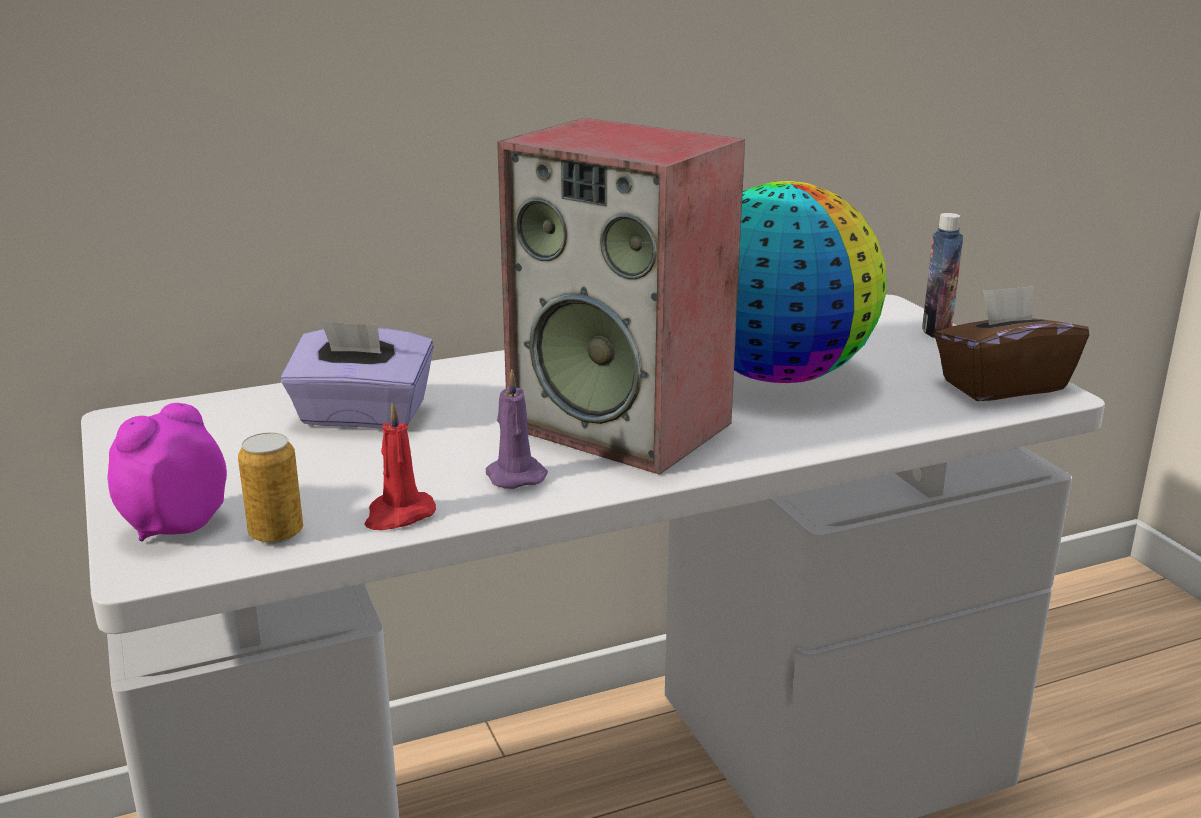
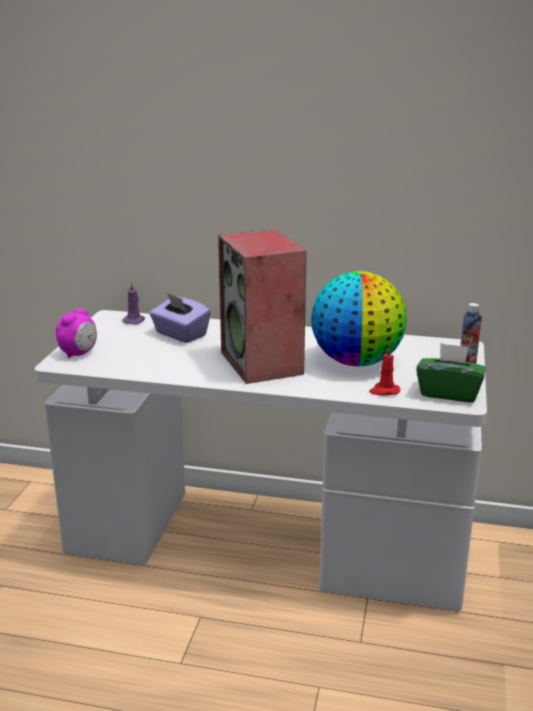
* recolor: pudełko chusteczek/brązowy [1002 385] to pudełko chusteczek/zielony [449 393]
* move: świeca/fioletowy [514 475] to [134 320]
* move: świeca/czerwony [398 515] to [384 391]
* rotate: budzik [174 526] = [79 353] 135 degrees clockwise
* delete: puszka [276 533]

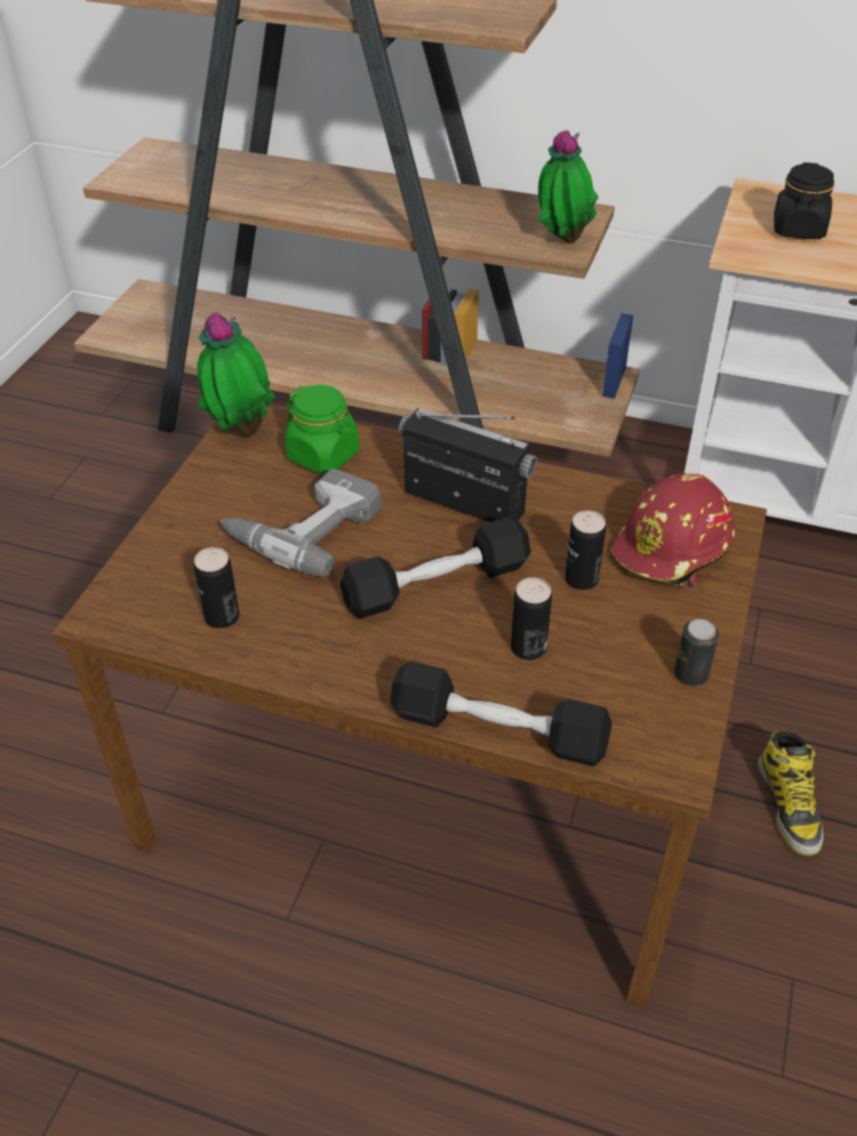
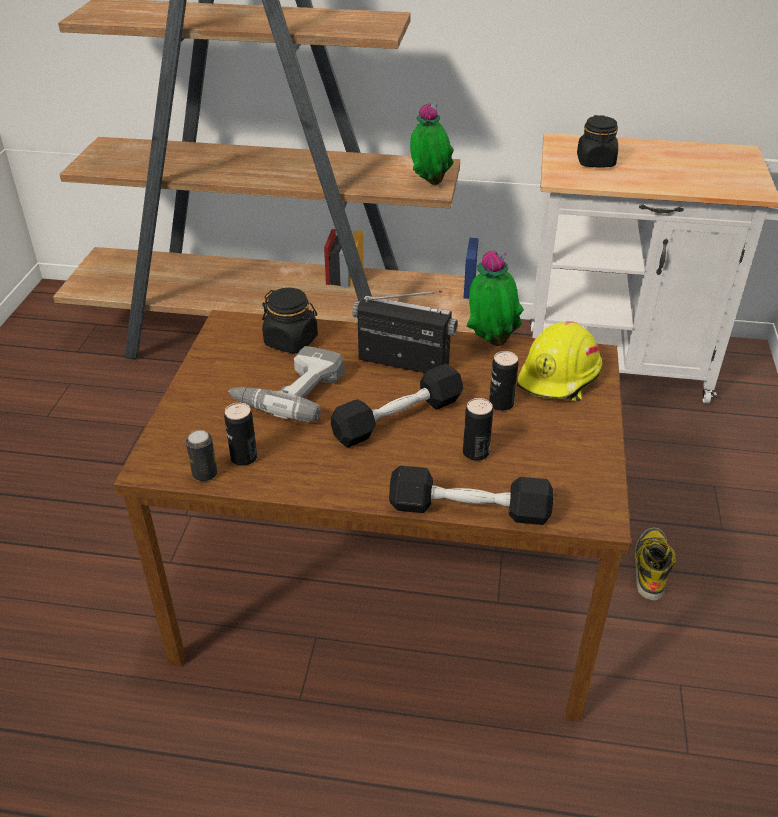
* move: roślina doniczkowa [241 430] to [490 342]
* recolor: słoik/zielony [323 455] to słoik/czarny [291 341]
* recolor: kask/czerwony [673 549] to kask/żółty [559 377]
* move: puszka [690 674] to [205 474]
* rotate: but z cholewką [789 804] = [650 566] 150 degrees counterclockwise

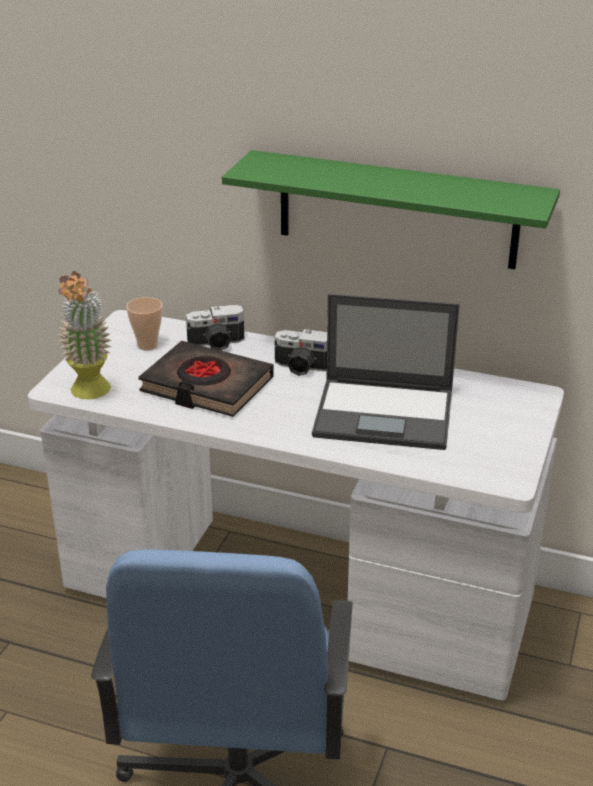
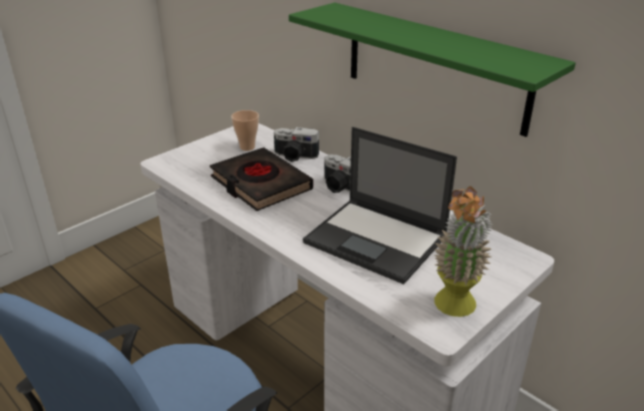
* move: roślina doniczkowa [90 395] to [453 310]

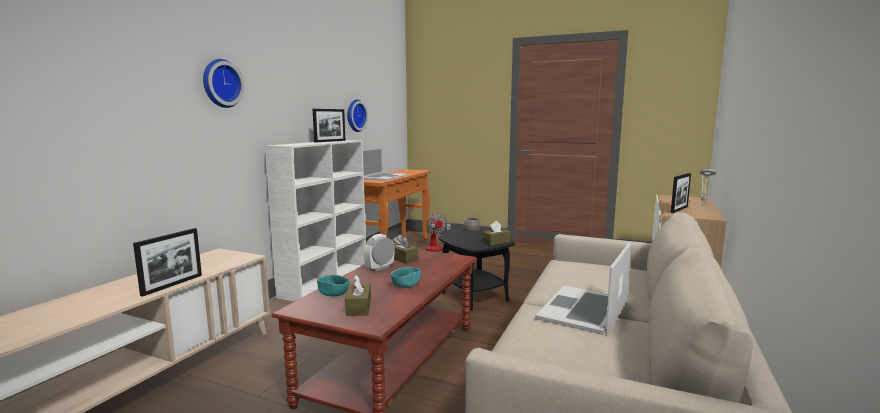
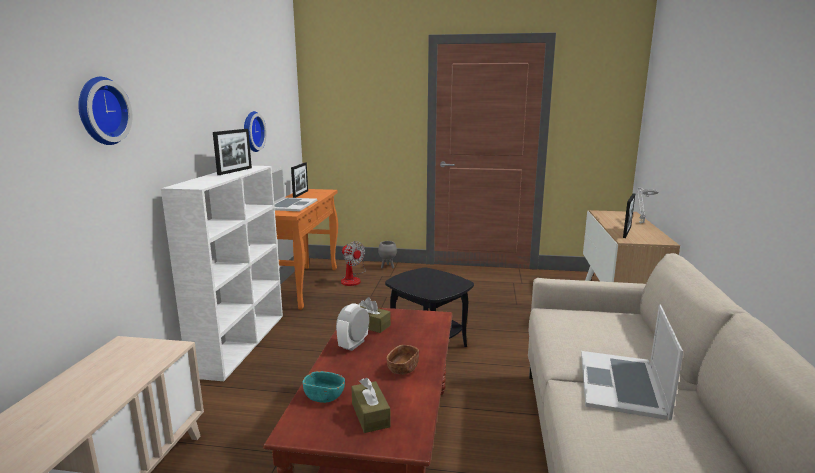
* delete: pudełko chusteczek/brązowy [496 242]
* move: ramka na zdjęcie [172 285] to [300 194]
* recolor: miska/turkusowy [406 285] to miska/brązowy [403 369]

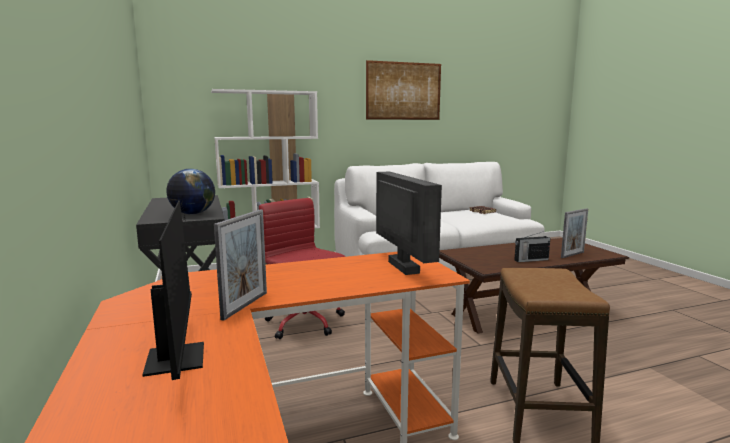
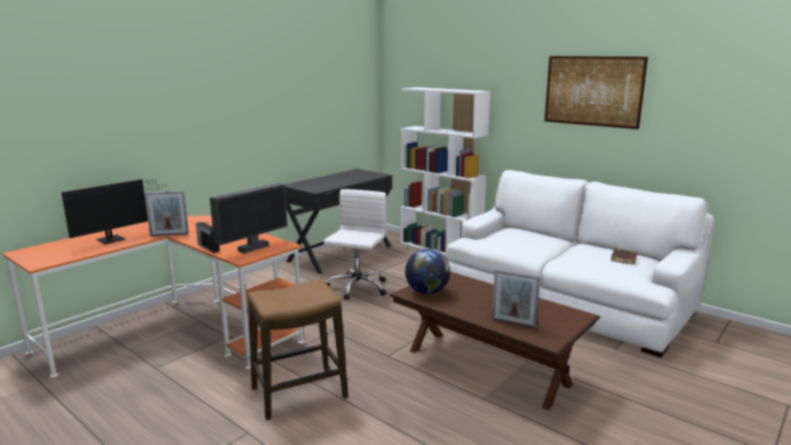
* move: globus [192 214] to [427 292]
* recolor: krzesło biurowe/czerwony [305 323] to krzesło biurowe/biały [356 288]
* move: radio [530 260] to [208 247]

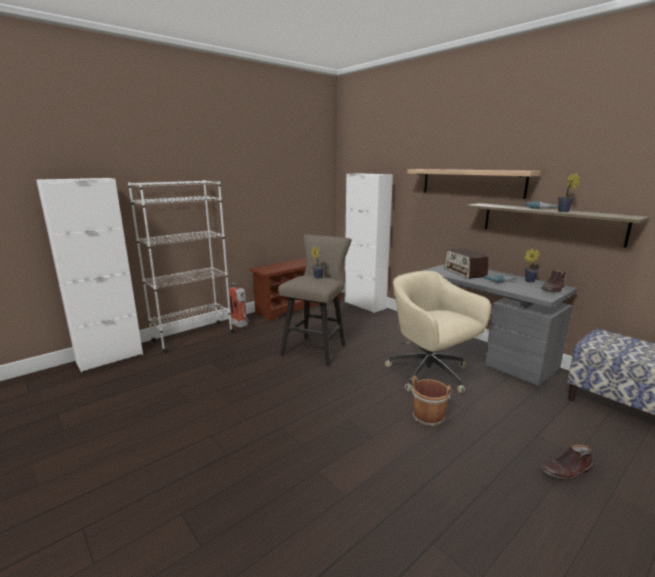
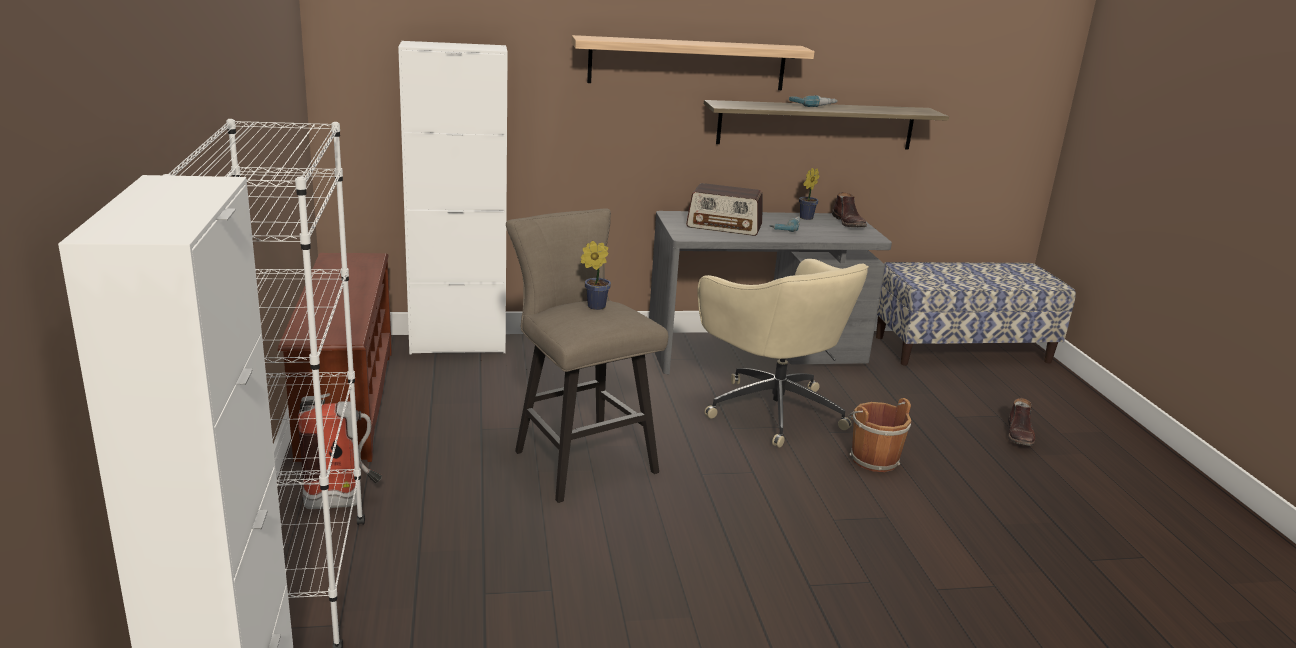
* delete: roślina doniczkowa [564 211]
* rotate: krzesło biurowe/beżowy [430 375] = [772 409] 120 degrees counterclockwise

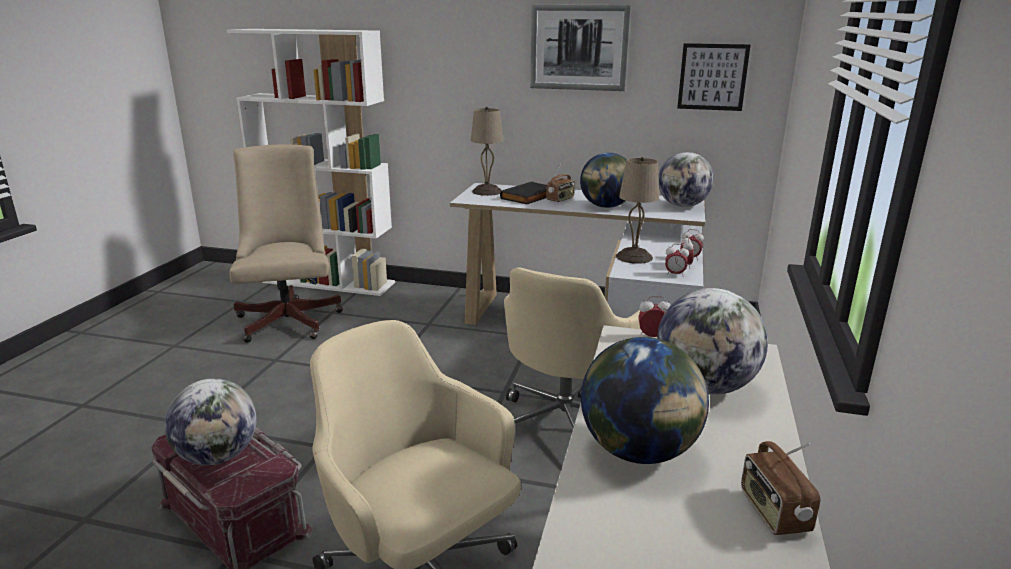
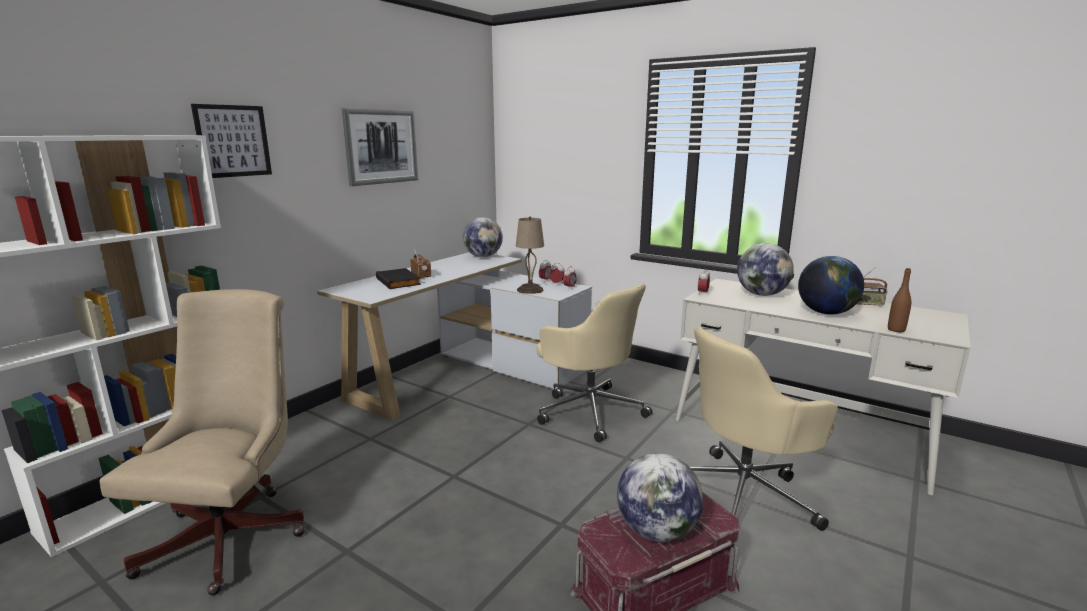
* move: obraz [712 77] to [233 141]
* delete: lampa stołowa/beżowy [486 191]
* rotate: krzesło biurowe/beżowy [290 318] = [233 532] 90 degrees clockwise
* delete: globus [606 206]
* insert: butelka/brązowy [896 330]

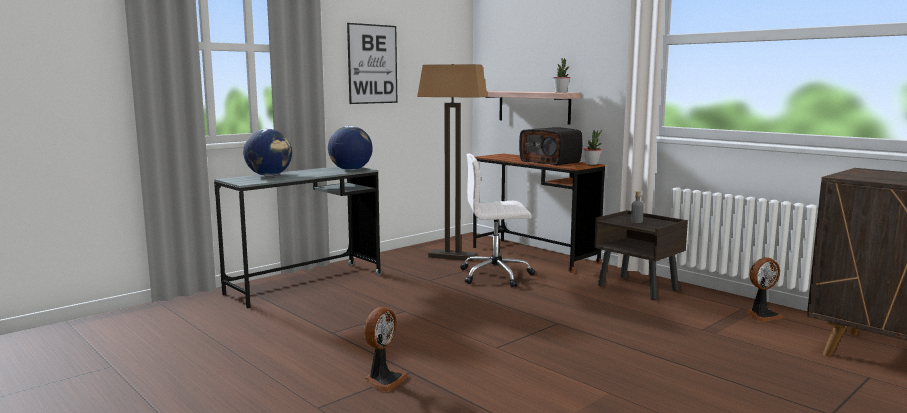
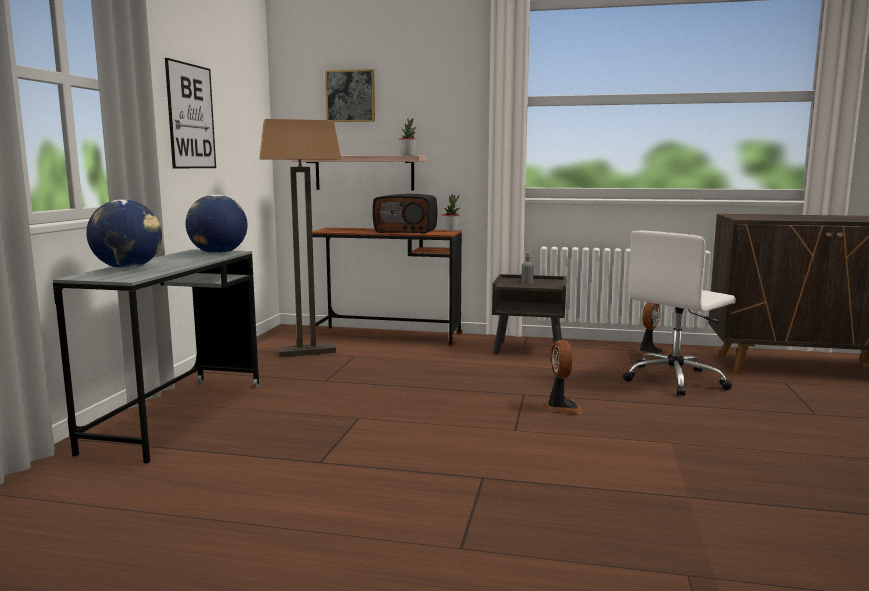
* move: krzesło biurowe/biały [496 275] to [675 380]
* move: wentylator [383 380] to [562 407]
* insert: obraz [350 96]

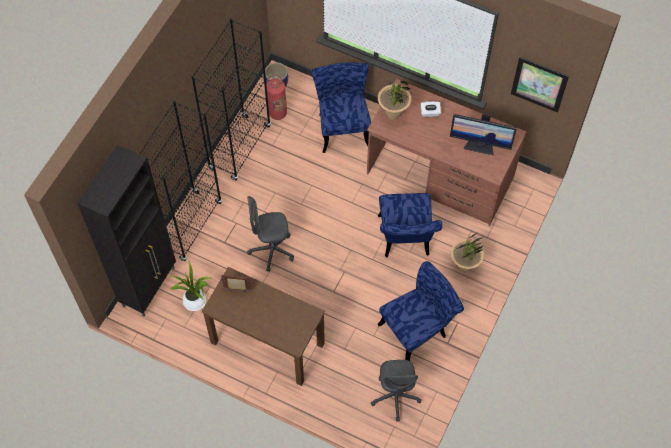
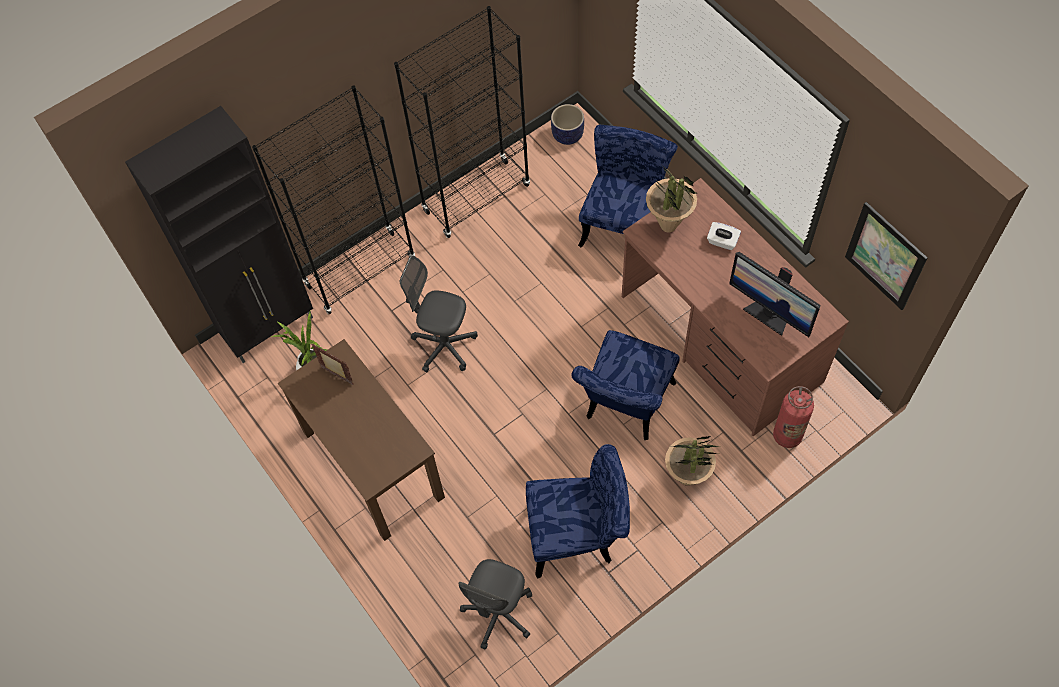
* move: gaśnica [278 113] to [787 435]

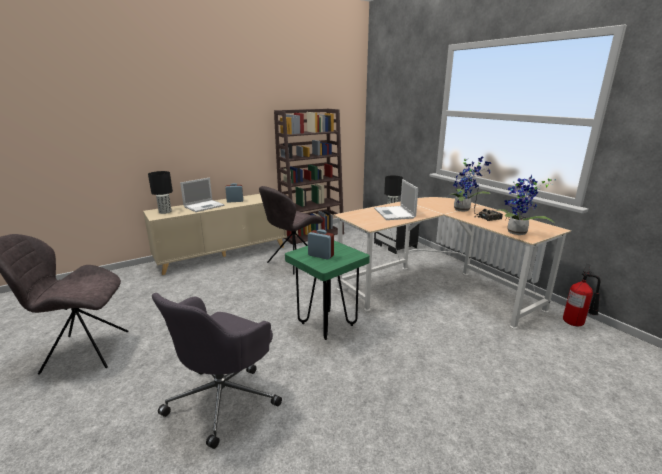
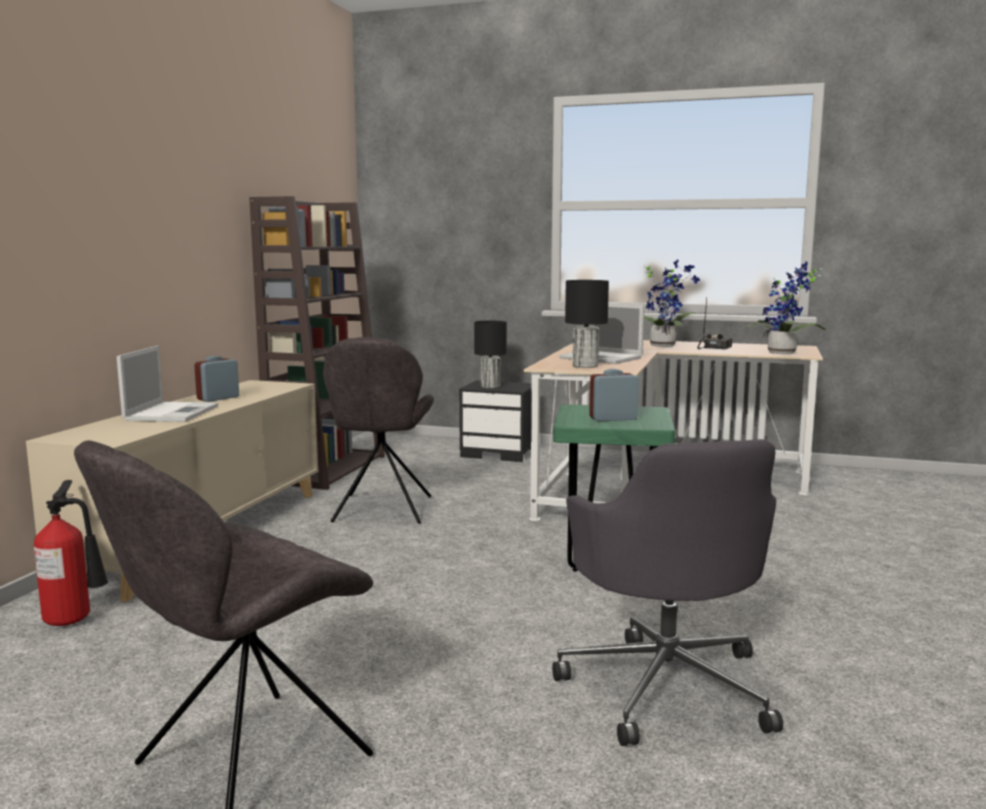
* move: lampa stołowa/czarny [165 212] to [585 366]
* move: gaśnica [576 323] to [75 620]

